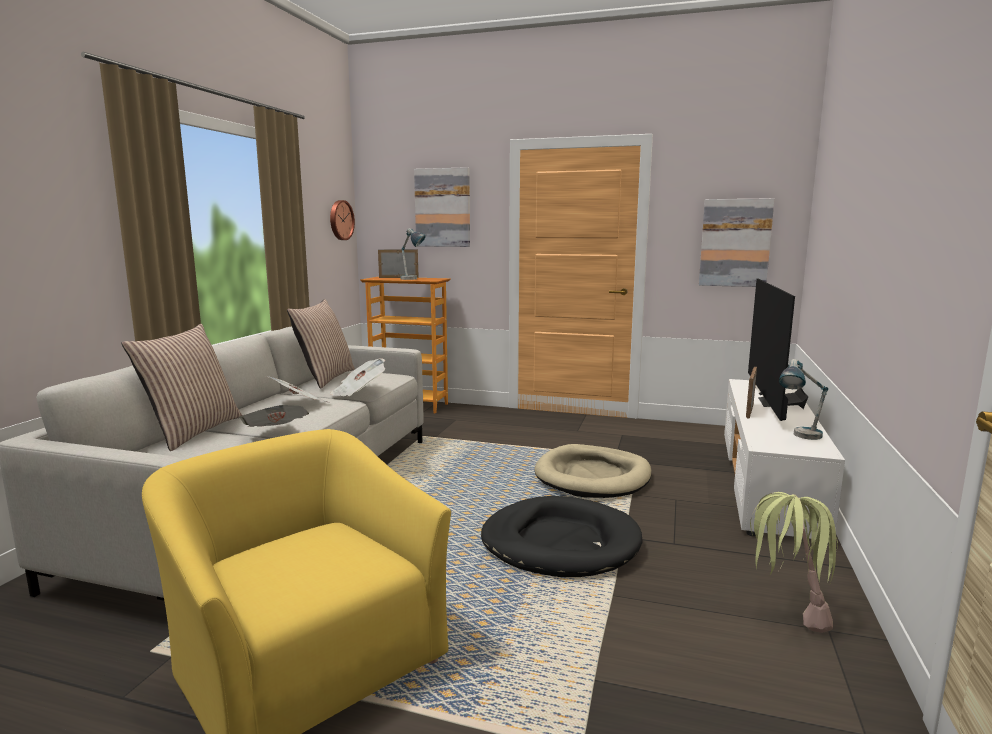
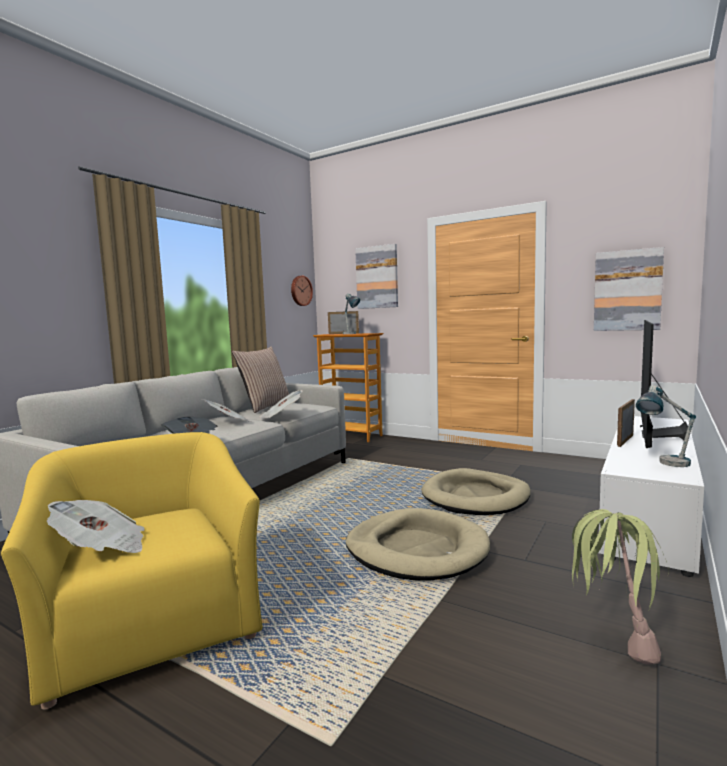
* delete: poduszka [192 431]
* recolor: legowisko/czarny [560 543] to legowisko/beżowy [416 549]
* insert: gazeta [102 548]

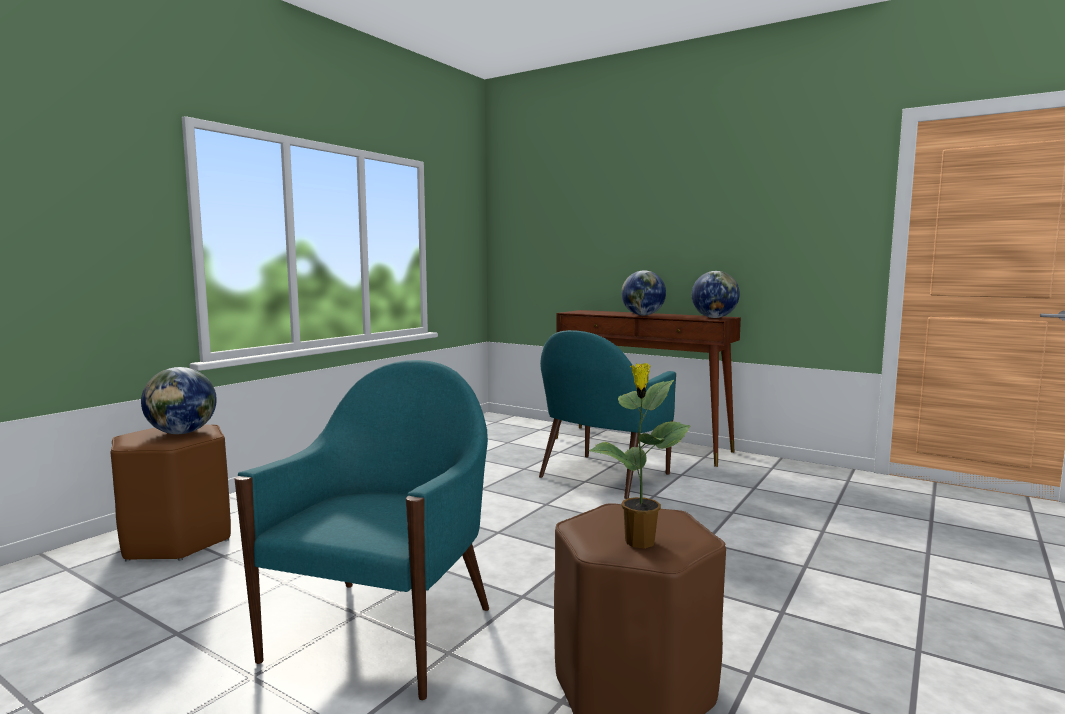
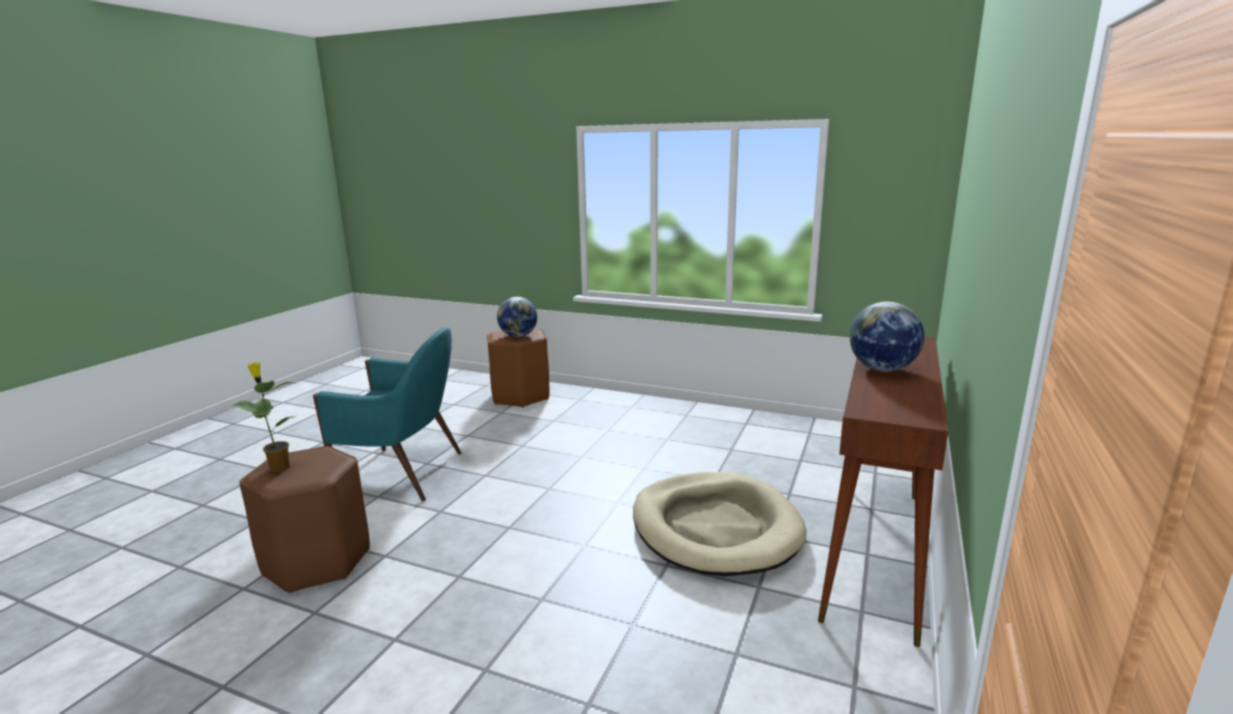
* delete: globus [714 317]
* replace: fotel/turkusowy [602 476] to legowisko/beżowy [715 528]

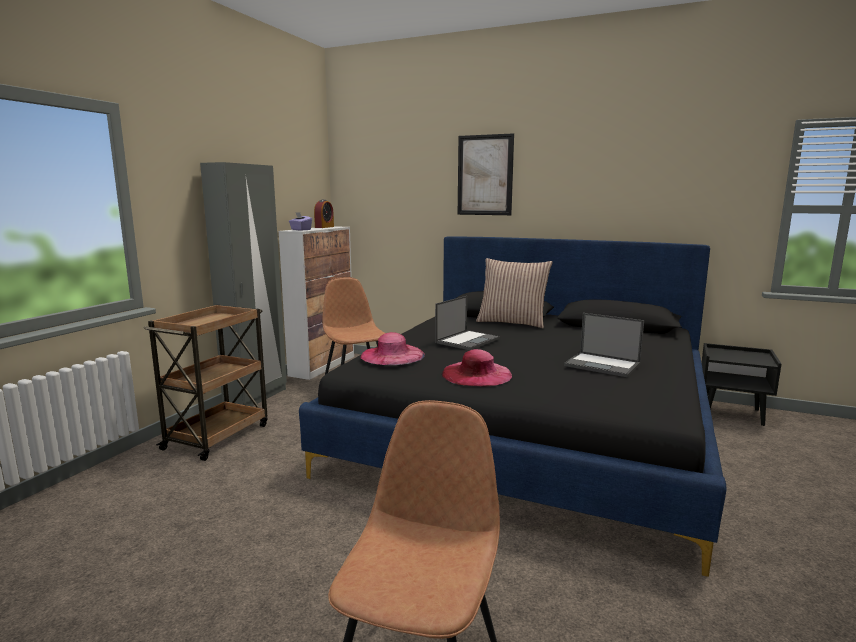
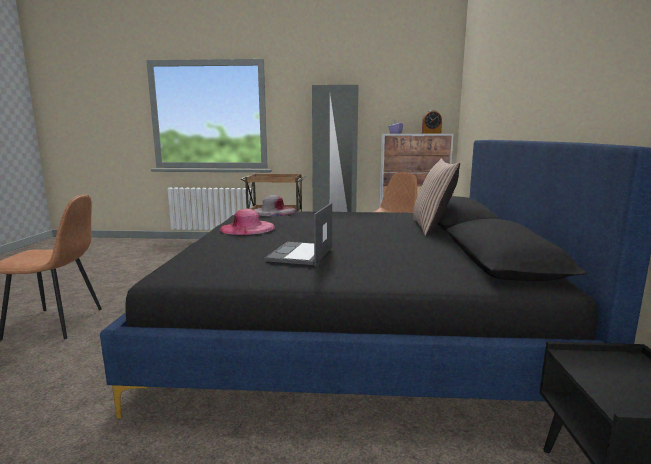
* delete: obraz [485 175]
* delete: laptop [468 340]
* recolor: kapelusz/różowy [392 355] to kapelusz/szary [273 211]

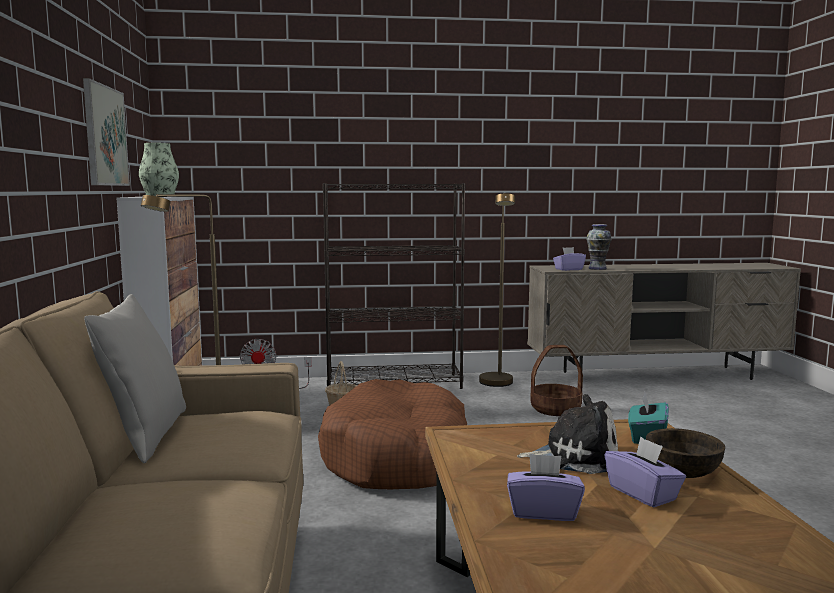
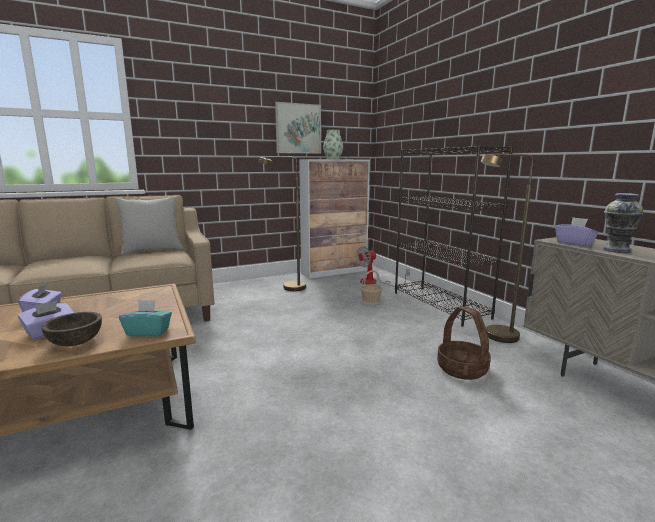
* delete: legowisko/brązowy [397 457]
* delete: pluszak [575 457]

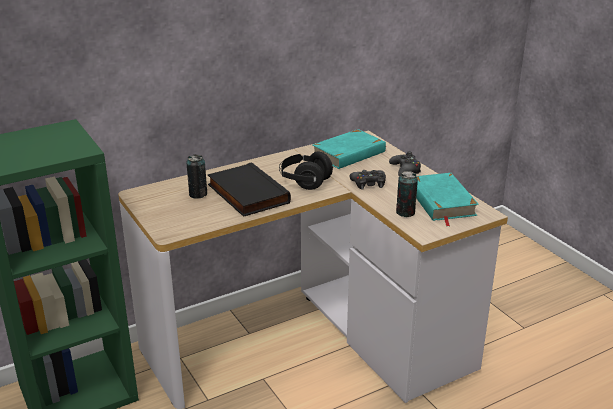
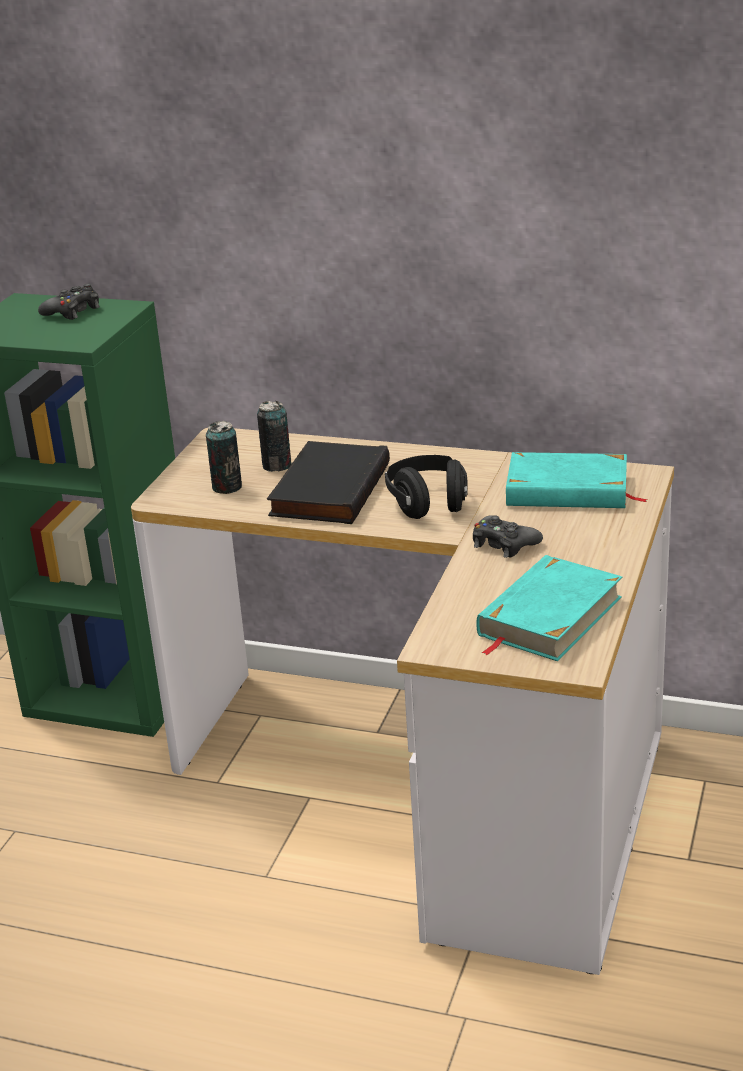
* move: pad do gier/czarny [405 170] to [73 311]
* move: puszka [405 212] to [227 487]

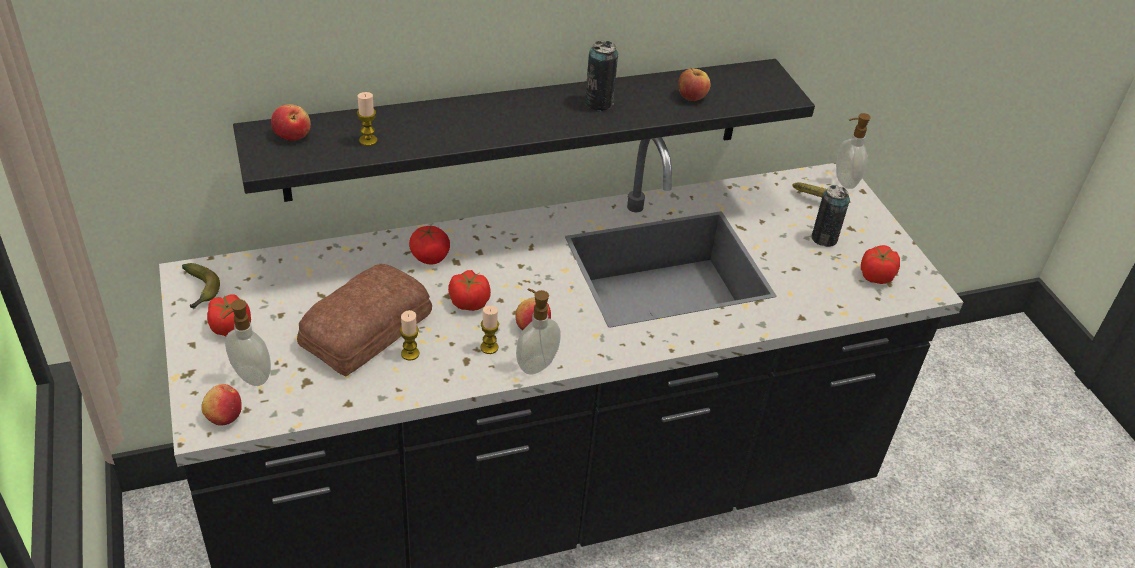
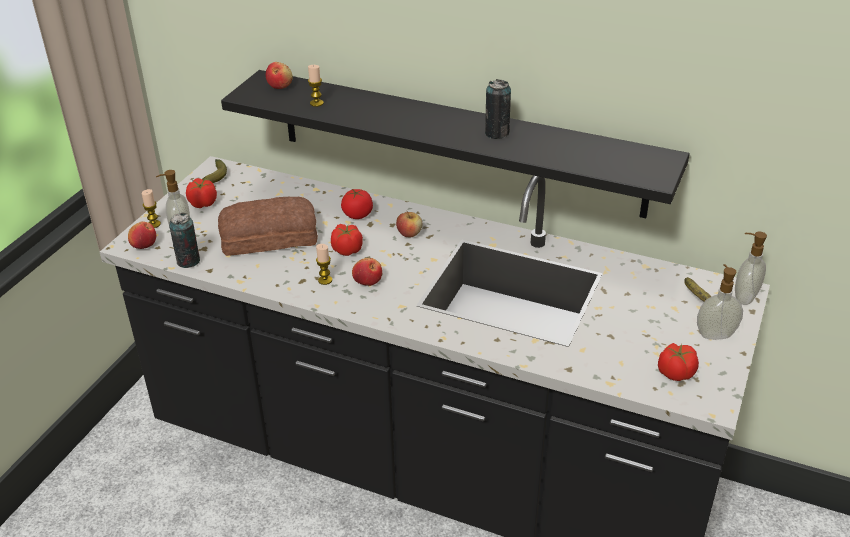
* move: jabłko [691 97] to [409 234]
* move: puszka [824 239] to [188 261]
* move: dozownik mydła [535 364] to [715 334]
* move: świeca [410 353] to [154 224]

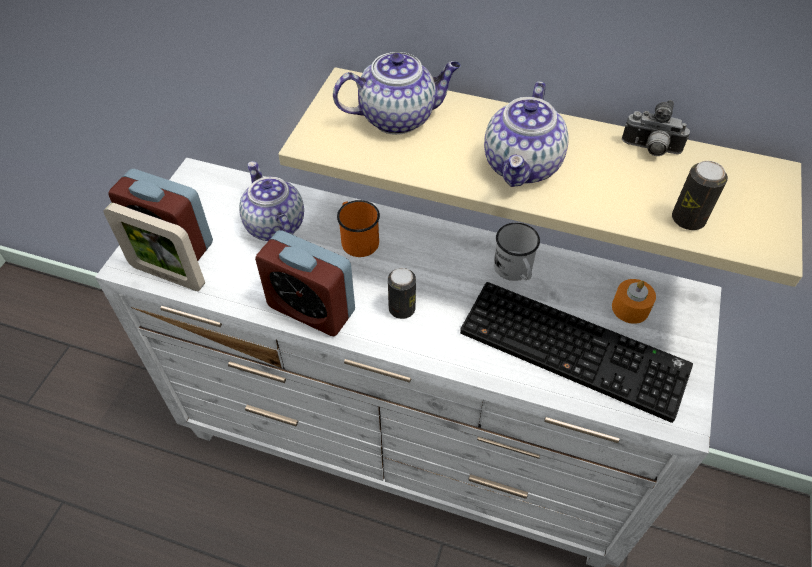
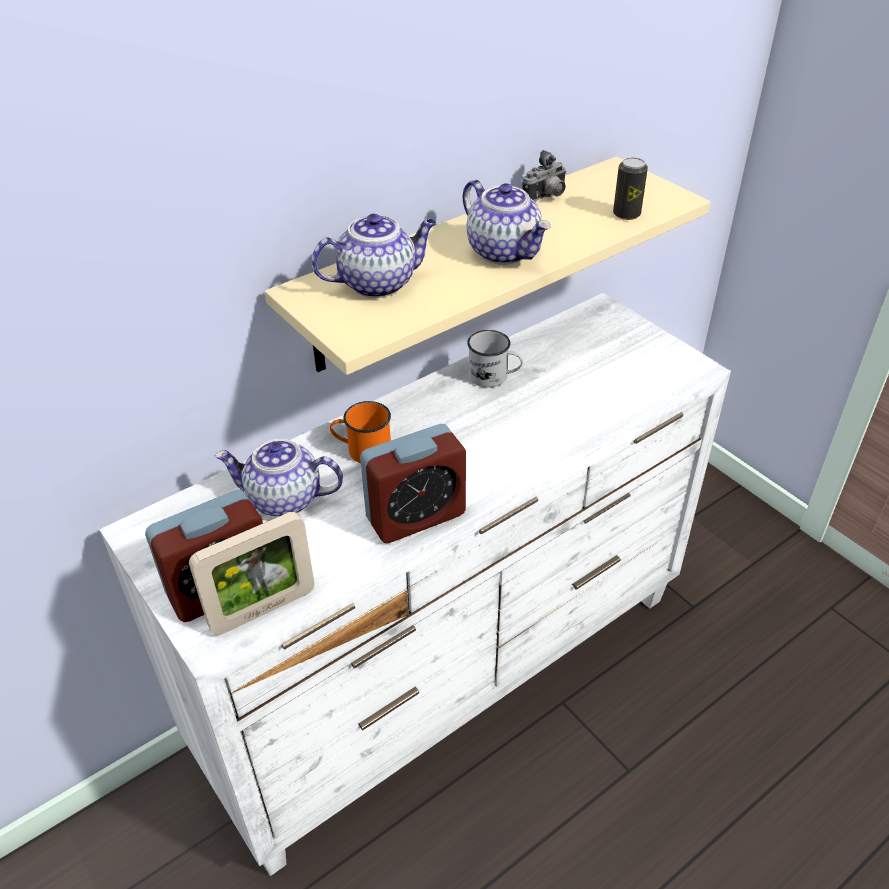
* rotate: imbryk [398 117] = [378 283] 45 degrees clockwise
* delete: puszka [402 309]
* delete: świeca/pomarańczowy [630 308]
* delete: klawiatura [576 348]

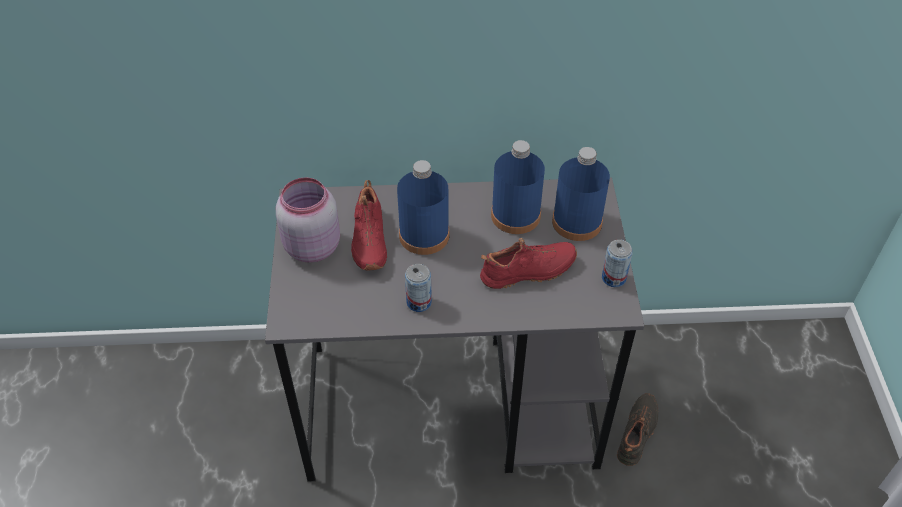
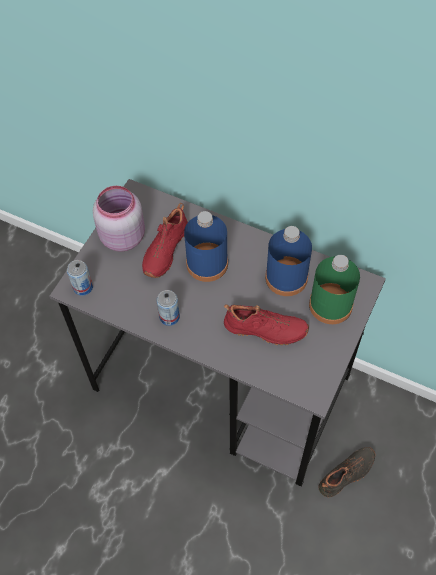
* recolor: butelka/niebieski [577 222] to butelka/zielony [330 305]
* move: puszka [613 278] to [83 287]

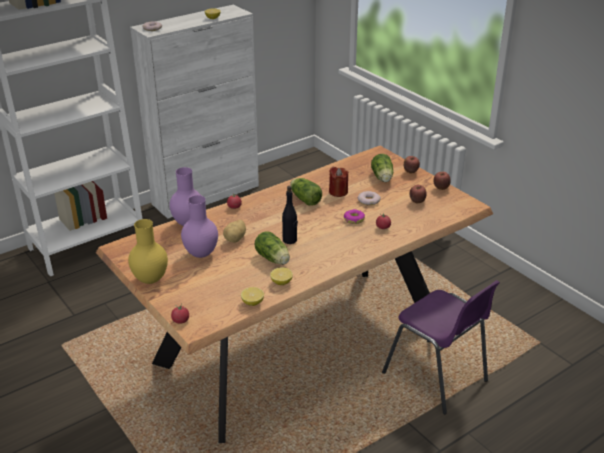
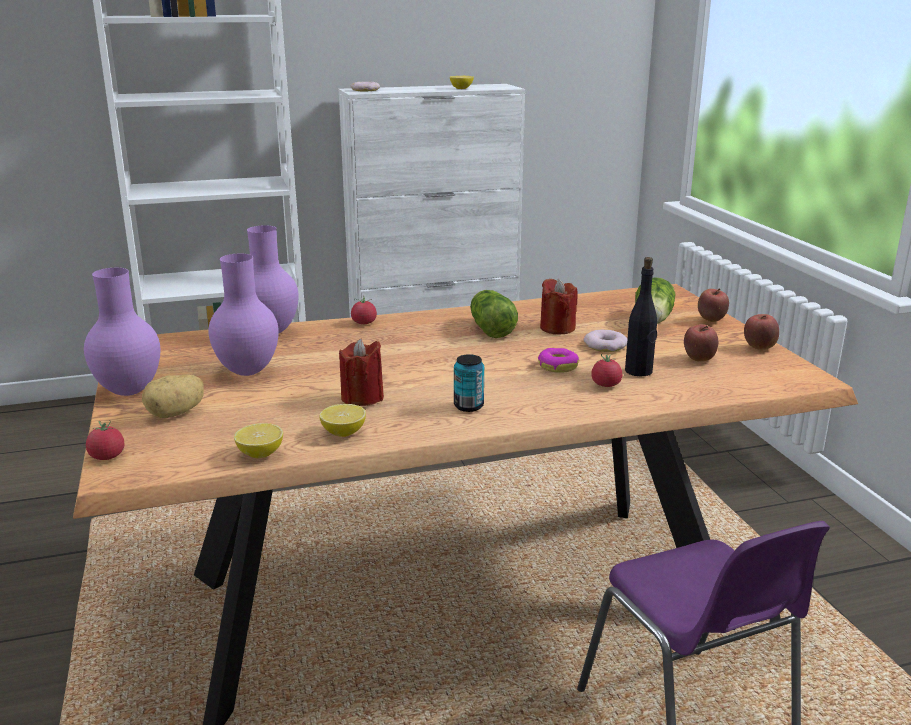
* move: butelka/czarny [290 240] to [639 371]
* recolor: wazon/żółty [149 280] to wazon/fioletowy [127 391]
* move: ziemniak [236 239] to [176 414]
* replace: sałata [273 259] to świeca/czerwony [362 398]
* insert: puszka [468 406]

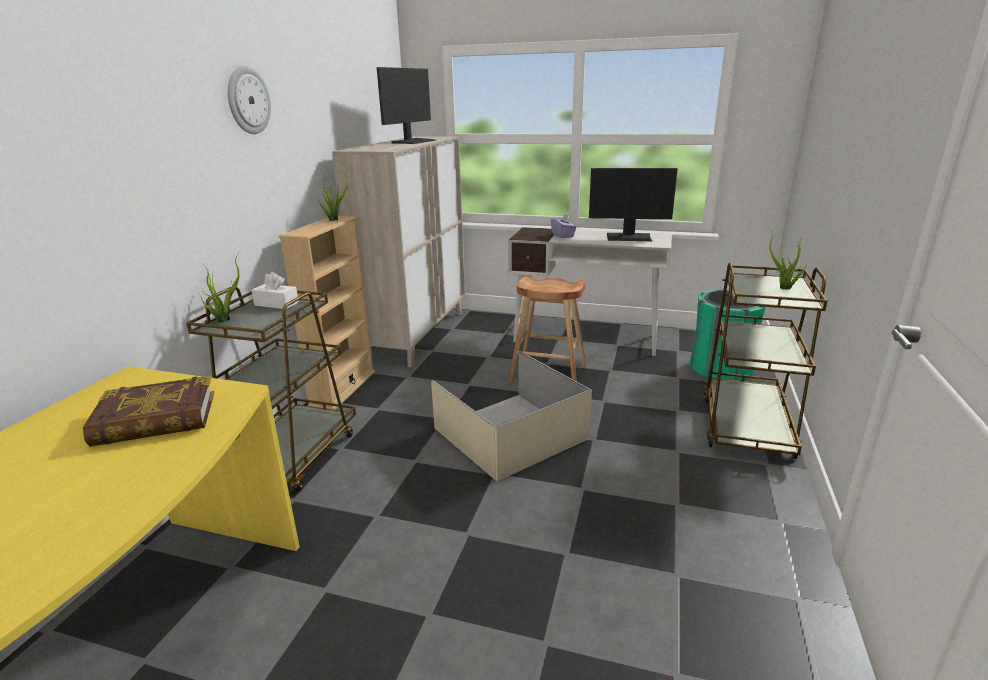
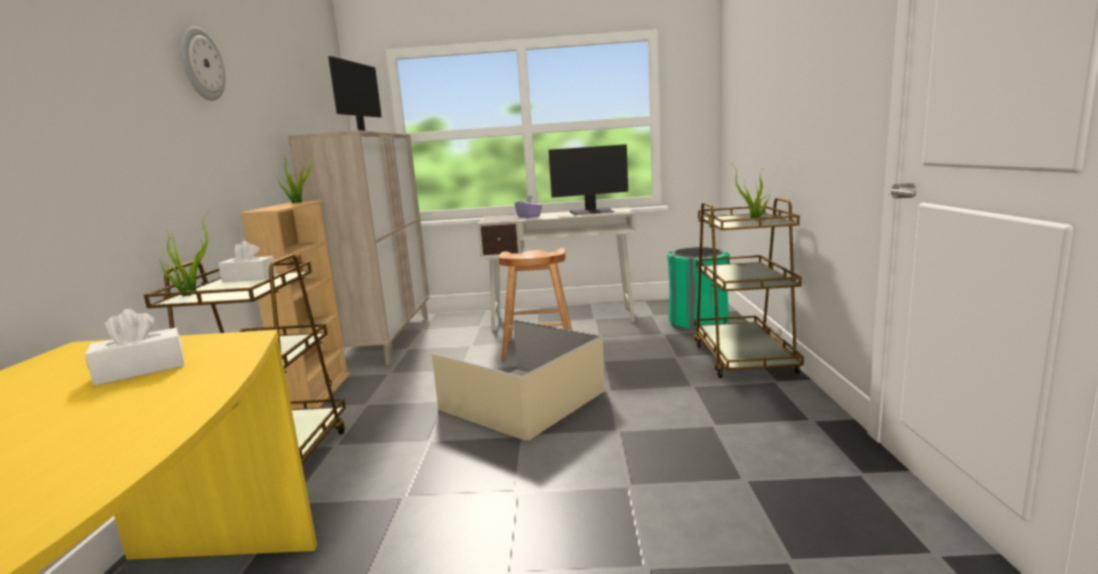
* replace: książka [156 419] to pudełko chusteczek/biały [141 370]

